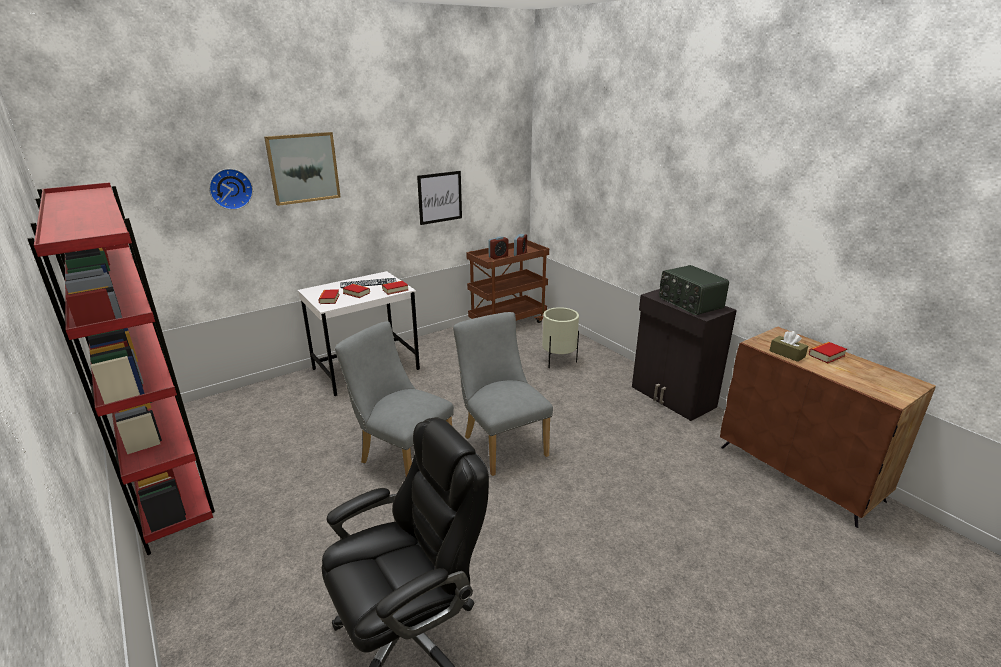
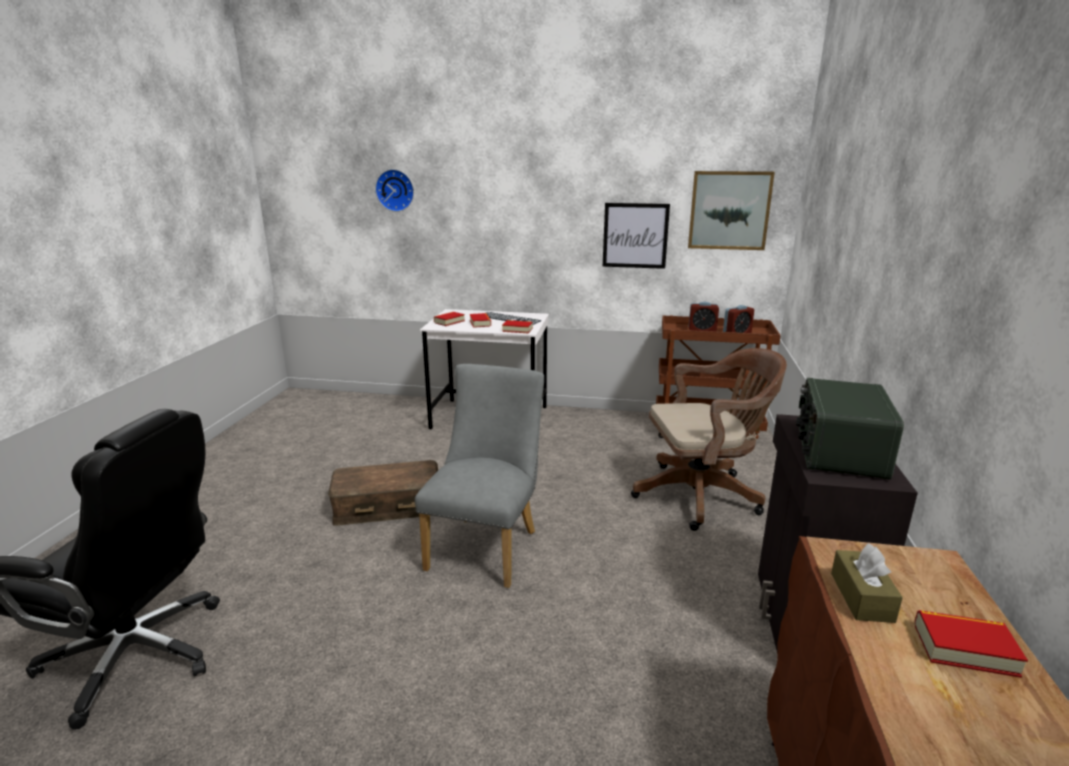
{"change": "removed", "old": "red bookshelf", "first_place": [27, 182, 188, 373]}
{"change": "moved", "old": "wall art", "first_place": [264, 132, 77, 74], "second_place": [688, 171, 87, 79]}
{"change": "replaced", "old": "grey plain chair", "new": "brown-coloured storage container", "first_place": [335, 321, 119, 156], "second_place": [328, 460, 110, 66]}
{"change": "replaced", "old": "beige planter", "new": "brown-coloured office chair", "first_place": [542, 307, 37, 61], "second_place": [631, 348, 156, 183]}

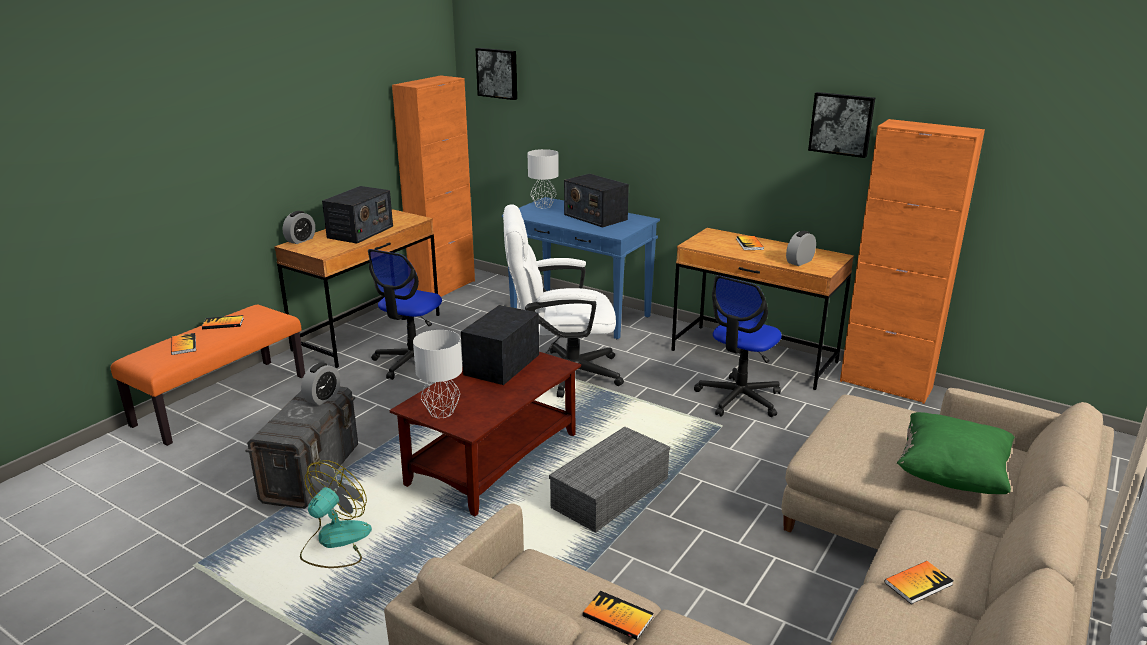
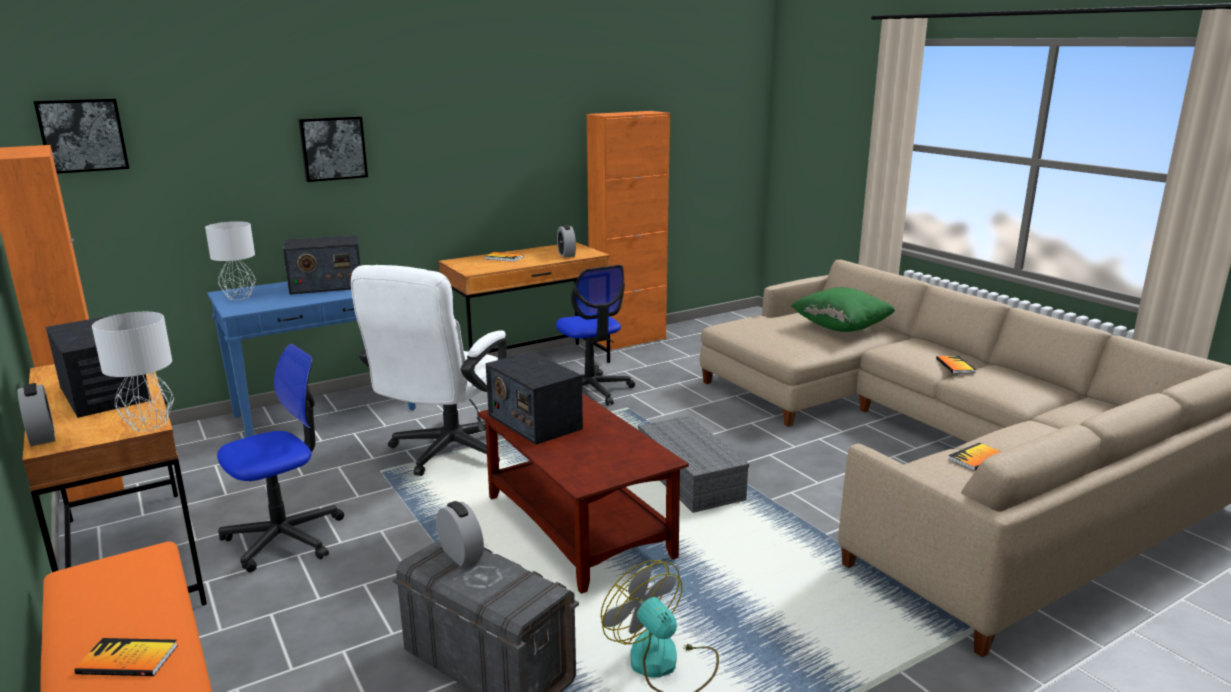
{"change": "removed", "old": "volume", "first_place": [202, 315, 42, 14]}
{"change": "moved", "old": "grey table lamp", "first_place": [413, 330, 49, 88], "second_place": [92, 312, 82, 119]}
{"change": "moved", "old": "wall art", "first_place": [808, 92, 67, 66], "second_place": [298, 116, 70, 66]}
{"change": "turned", "old": "office chair", "first_place": [368, 249, 74, 131], "second_place": [217, 344, 127, 228], "degrees": -90}

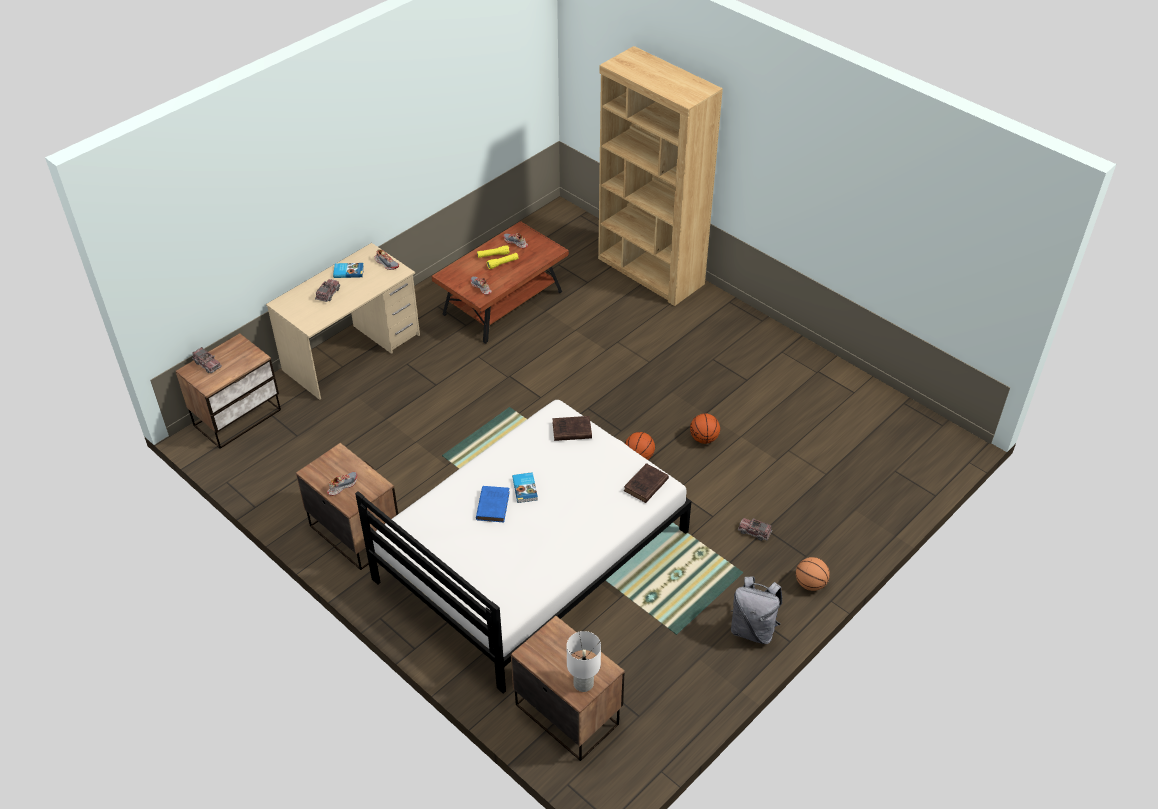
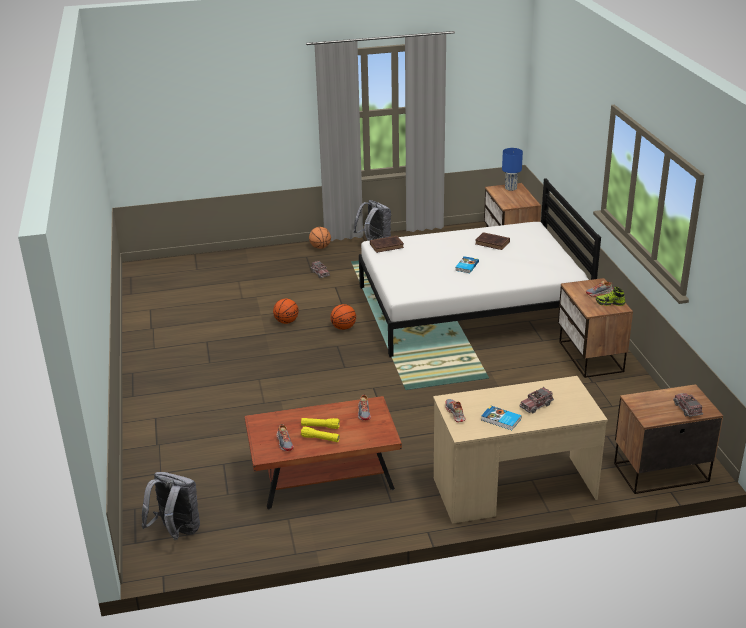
{"change": "removed", "old": "blue-coloured volume", "first_place": [476, 486, 34, 36]}
{"change": "removed", "old": "brown-coloured bookshelf", "first_place": [598, 46, 125, 260]}
{"change": "added", "new": "grey knapsack", "second_place": [141, 472, 59, 68]}
{"change": "added", "new": "shoe", "second_place": [596, 287, 29, 19]}
{"change": "moved", "old": "brown-coloured volume", "first_place": [552, 416, 40, 25], "second_place": [475, 232, 35, 18]}
{"change": "recoloured", "old": "white table lamp", "new": "blue-coloured table lamp", "first_place": [567, 631, 34, 61], "second_place": [502, 148, 21, 43]}

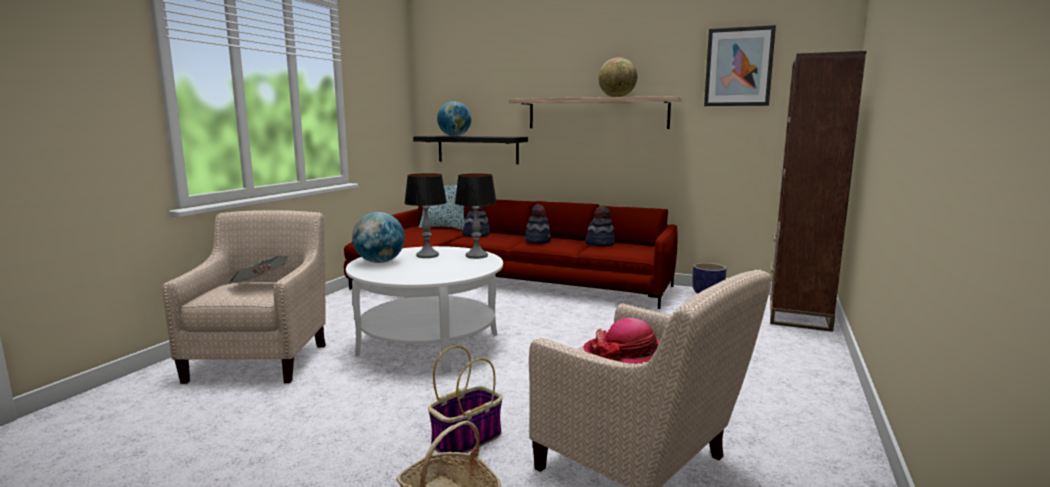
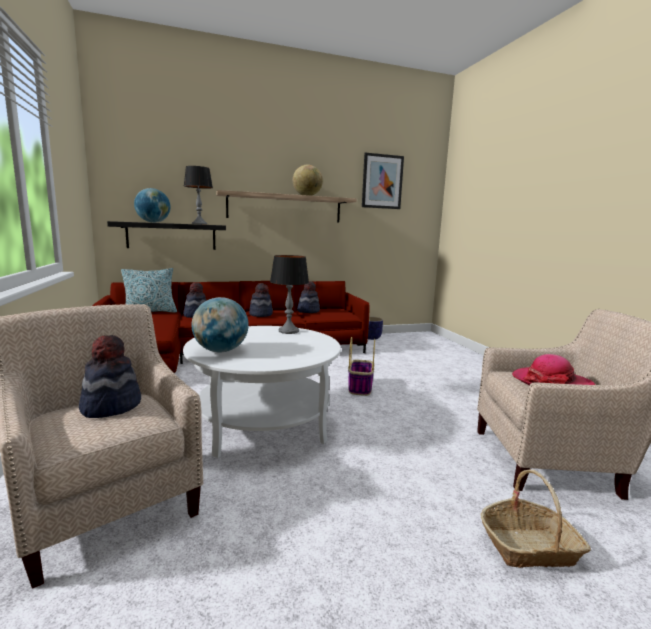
{"change": "removed", "old": "brown-coloured bookshelf", "first_place": [770, 51, 97, 281]}
{"change": "moved", "old": "table lamp", "first_place": [404, 173, 43, 85], "second_place": [184, 166, 29, 59]}
{"change": "moved", "old": "household basket", "first_place": [428, 346, 75, 112], "second_place": [348, 337, 27, 59]}
{"change": "replaced", "old": "newspaper", "new": "hat", "first_place": [229, 256, 59, 27], "second_place": [79, 335, 62, 83]}

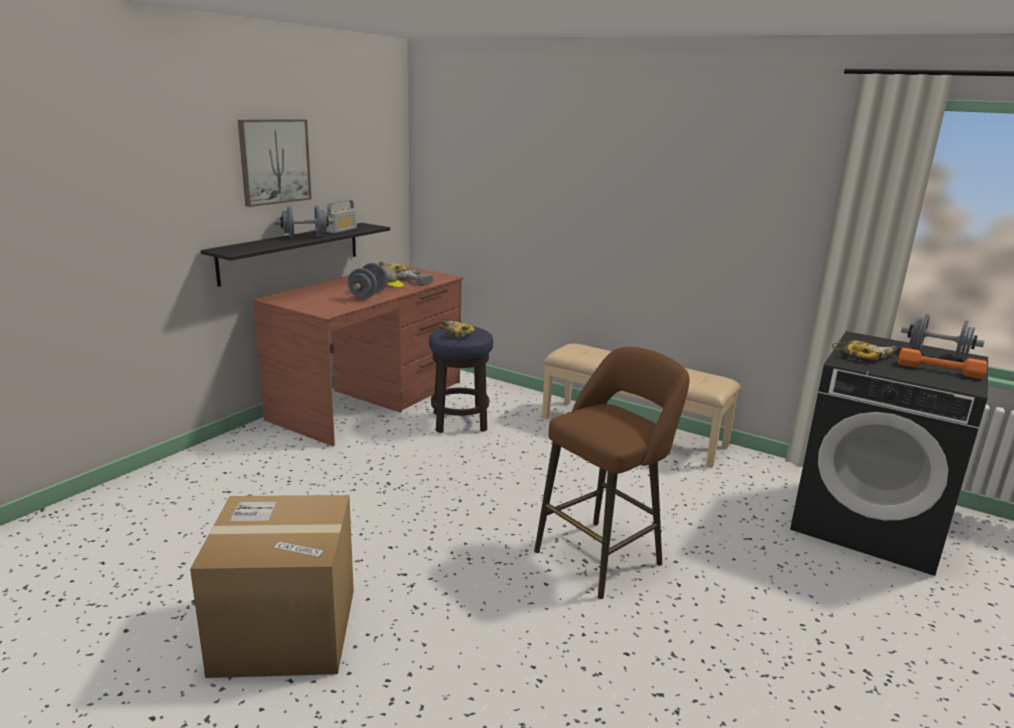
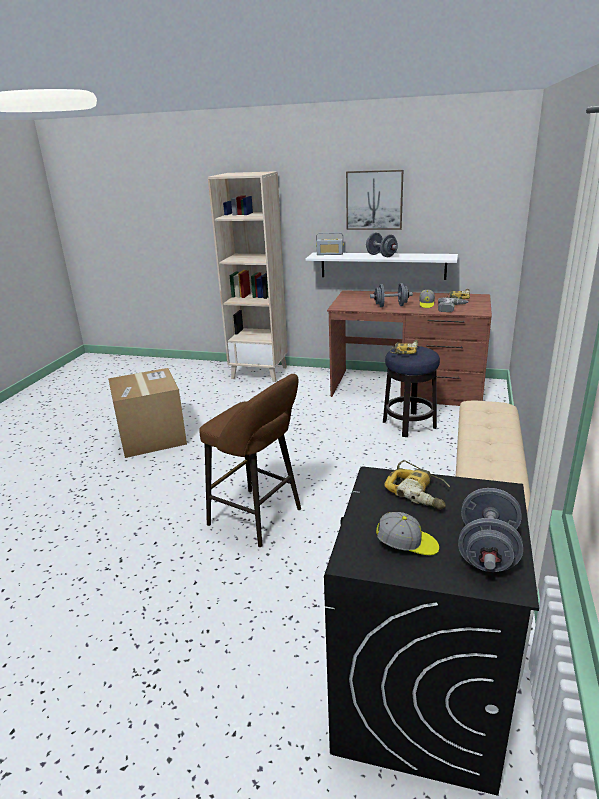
{"change": "added", "new": "beige bookshelf", "second_place": [208, 171, 80, 211]}
{"change": "moved", "old": "radio receiver", "first_place": [325, 200, 32, 33], "second_place": [316, 232, 28, 23]}
{"change": "replaced", "old": "orange-coloured dumbbell", "new": "baseball cap", "first_place": [898, 348, 90, 31], "second_place": [376, 512, 63, 44]}
{"change": "recoloured", "old": "black-coloured bracket shelf", "new": "white bracket shelf", "first_place": [200, 223, 190, 64], "second_place": [306, 253, 152, 27]}

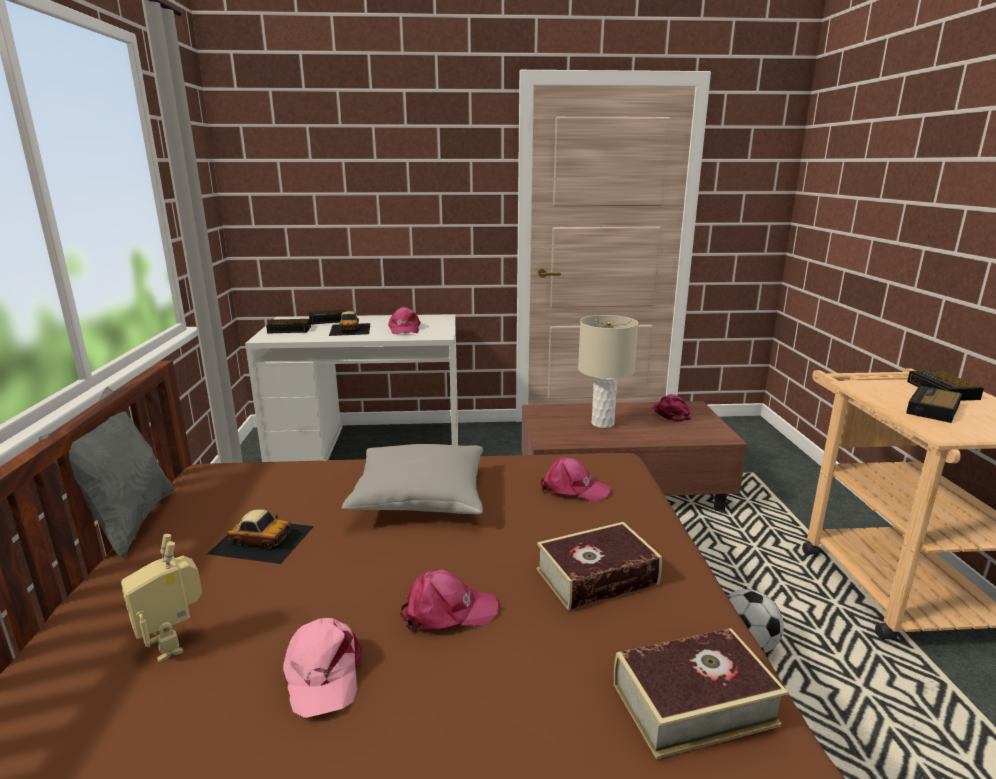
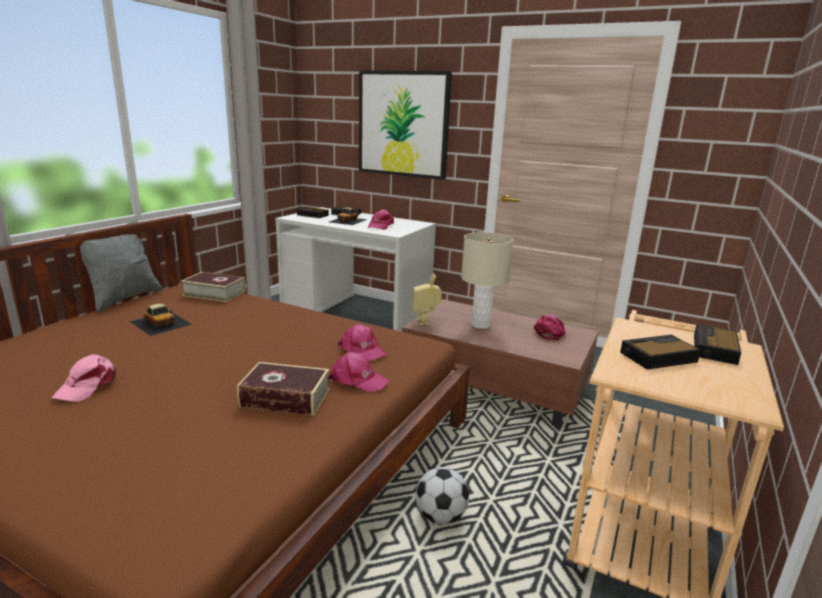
{"change": "removed", "old": "grey cushion", "first_place": [342, 444, 141, 70]}
{"change": "added", "new": "wall art", "second_place": [359, 70, 93, 110]}
{"change": "moved", "old": "model robot", "first_place": [121, 534, 81, 128], "second_place": [413, 273, 29, 52]}
{"change": "moved", "old": "pinkish baseball cap", "first_place": [400, 569, 99, 63], "second_place": [328, 352, 61, 40]}
{"change": "moved", "old": "volume", "first_place": [614, 628, 174, 131], "second_place": [181, 272, 65, 30]}

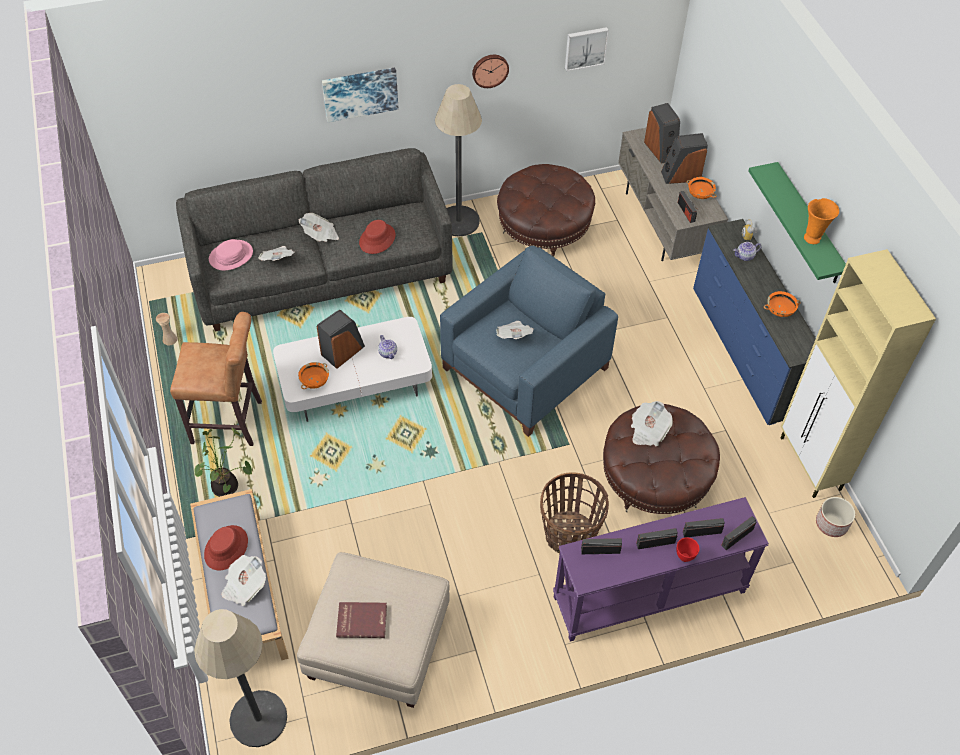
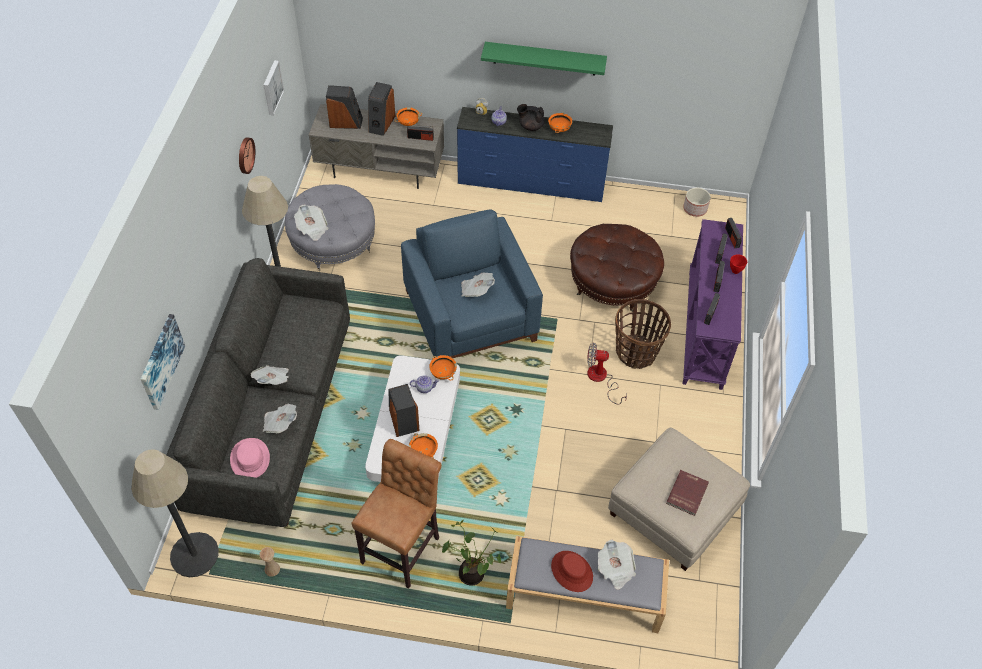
{"change": "removed", "old": "red hat", "first_place": [359, 220, 36, 34]}
{"change": "removed", "old": "beige cupboard", "first_place": [780, 249, 156, 249]}
{"change": "removed", "old": "orange-coloured vase", "first_place": [804, 198, 35, 46]}
{"change": "added", "new": "orange-coloured deep dish", "second_place": [429, 355, 28, 25]}
{"change": "added", "new": "black-coloured tea pot", "second_place": [517, 104, 28, 27]}
{"change": "added", "new": "fan", "second_place": [587, 343, 40, 62]}
{"change": "moved", "old": "standing lamp", "first_place": [194, 609, 93, 138], "second_place": [131, 449, 88, 128]}
{"change": "moved", "old": "wall art", "first_place": [322, 68, 76, 54], "second_place": [141, 314, 44, 96]}
{"change": "moved", "old": "newspaper", "first_place": [631, 401, 42, 45], "second_place": [294, 204, 35, 37]}
{"change": "recoloured", "old": "brown-coloured ottoman", "new": "grey ottoman", "first_place": [497, 164, 98, 93], "second_place": [285, 184, 90, 87]}

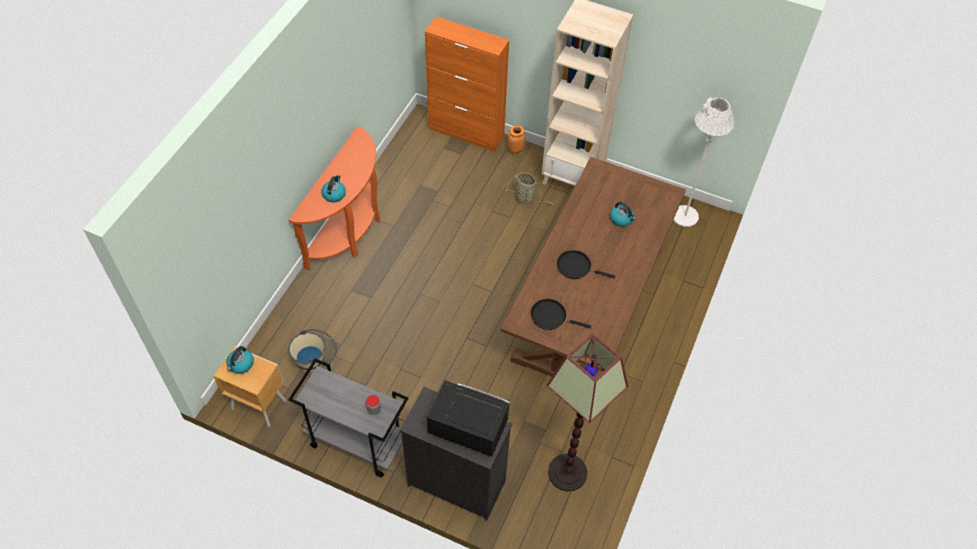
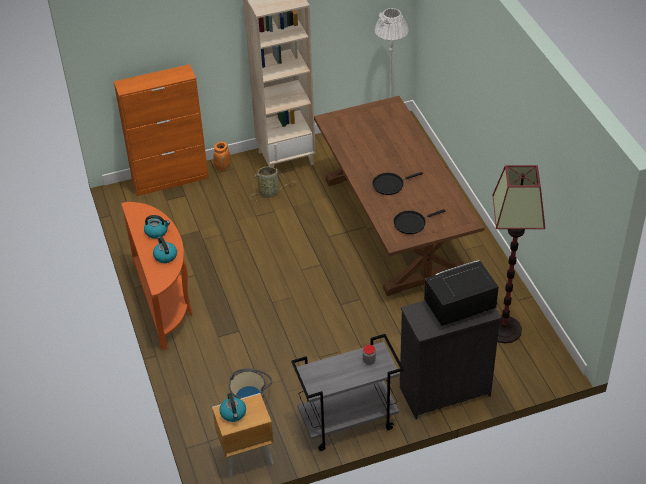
{"change": "moved", "old": "kettle", "first_place": [610, 202, 26, 25], "second_place": [144, 215, 26, 24]}

